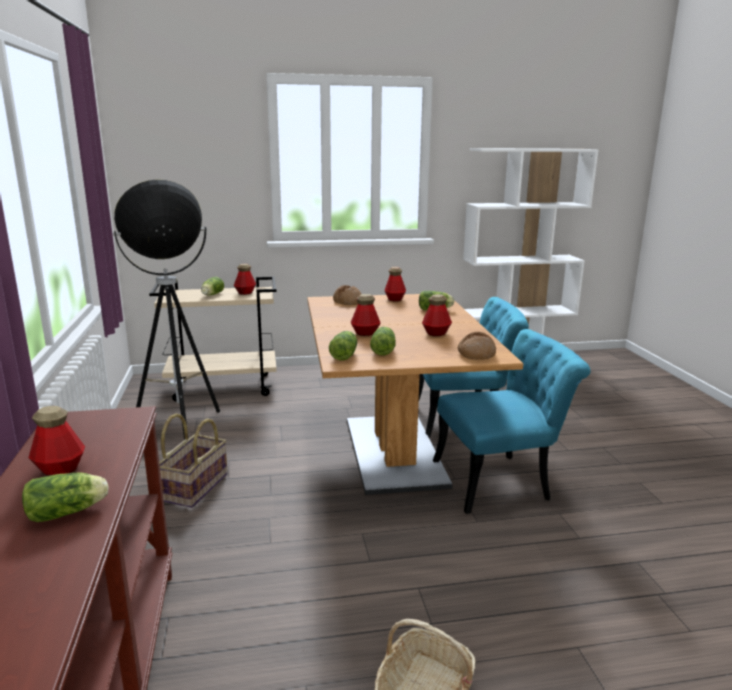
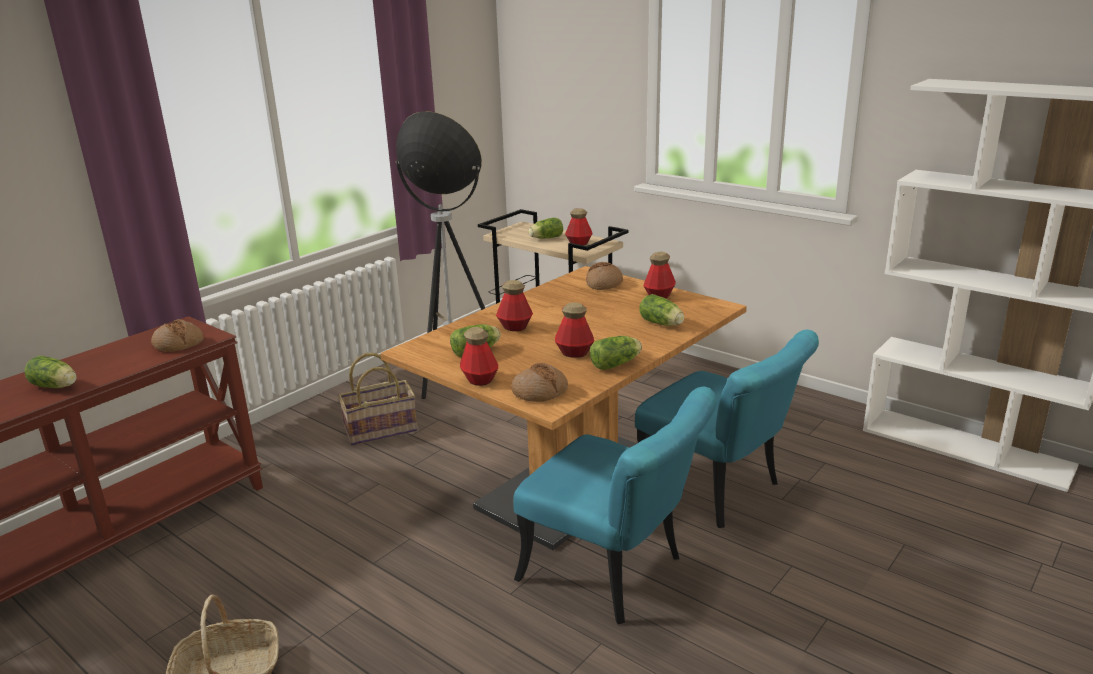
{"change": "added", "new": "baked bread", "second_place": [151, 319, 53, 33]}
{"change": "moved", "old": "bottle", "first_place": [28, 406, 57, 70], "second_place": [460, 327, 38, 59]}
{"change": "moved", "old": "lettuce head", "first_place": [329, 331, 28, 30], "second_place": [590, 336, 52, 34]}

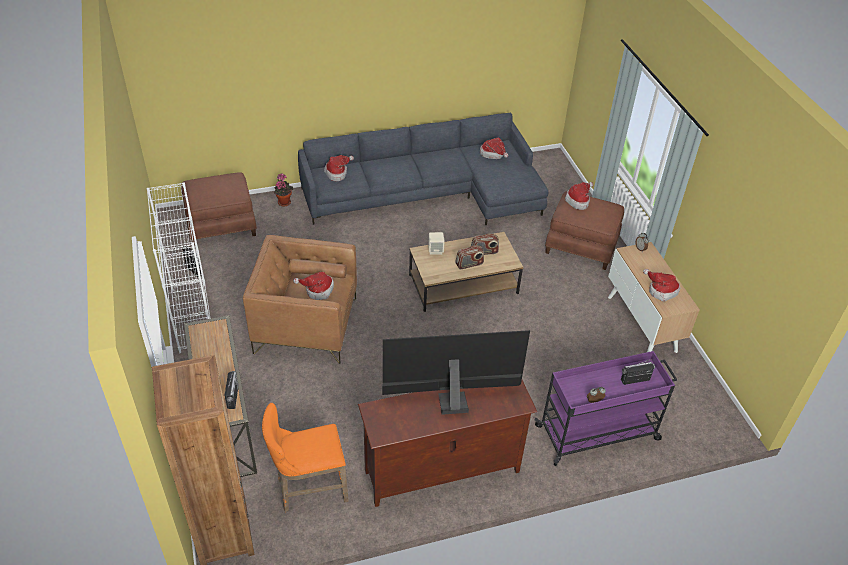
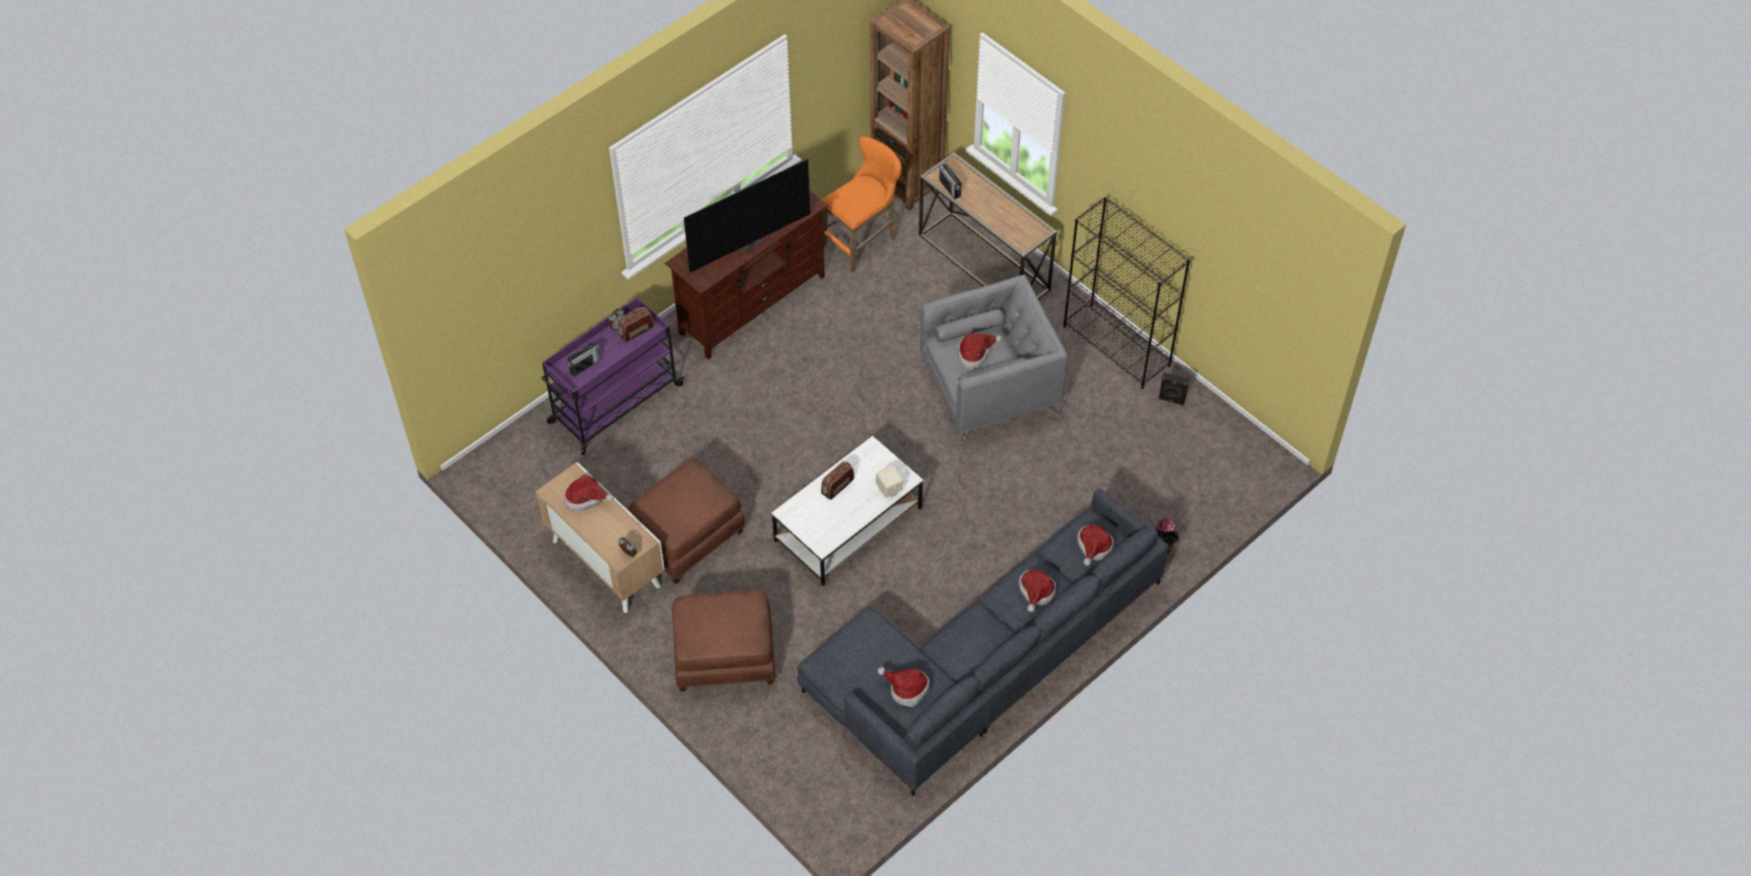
{"change": "moved", "old": "brown-coloured ottoman", "first_place": [181, 172, 76, 73], "second_place": [628, 459, 117, 125]}
{"change": "moved", "old": "radio receiver", "first_place": [471, 233, 28, 22], "second_place": [618, 307, 36, 35]}
{"change": "moved", "old": "hat", "first_place": [565, 182, 28, 28], "second_place": [1019, 569, 37, 43]}
{"change": "recoloured", "old": "white bookshelf", "new": "black-coloured bookshelf", "first_place": [147, 182, 64, 172], "second_place": [1063, 196, 127, 193]}
{"change": "recoloured", "old": "brown-coloured easy chair", "new": "grey easy chair", "first_place": [243, 235, 114, 129], "second_place": [920, 275, 148, 170]}
{"change": "recoloured", "old": "brown-coloured coffee table", "new": "white coffee table", "first_place": [409, 232, 114, 80], "second_place": [771, 436, 152, 150]}

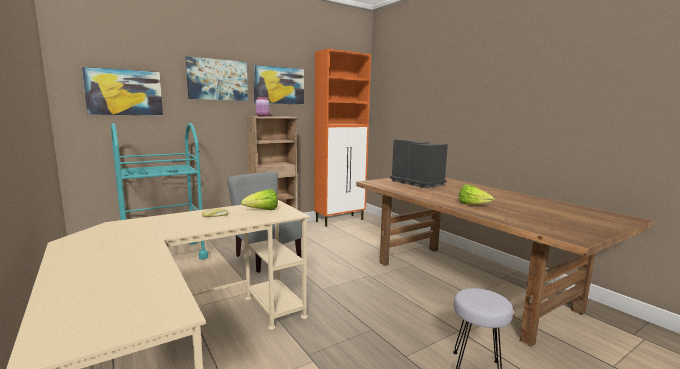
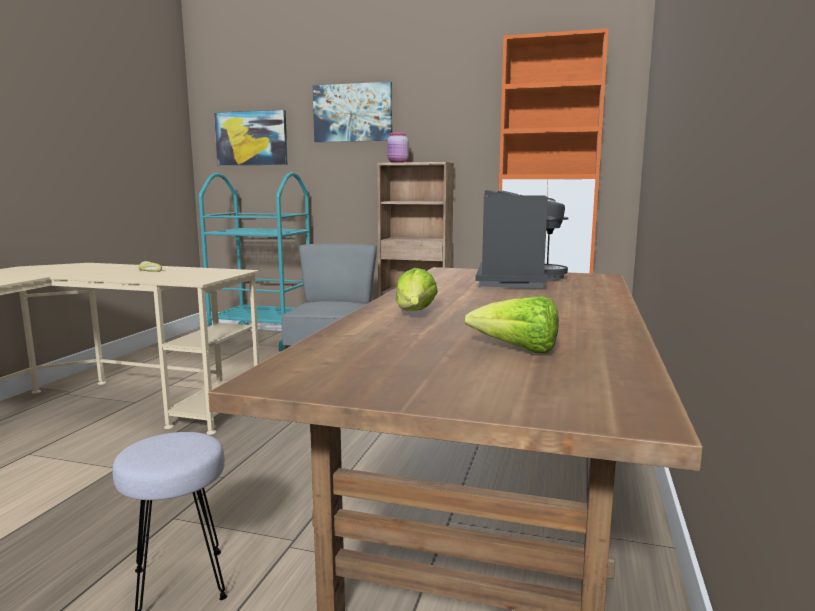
{"change": "removed", "old": "wall art", "first_place": [253, 65, 51, 40]}
{"change": "moved", "old": "lettuce head", "first_place": [241, 189, 37, 21], "second_place": [465, 296, 94, 58]}

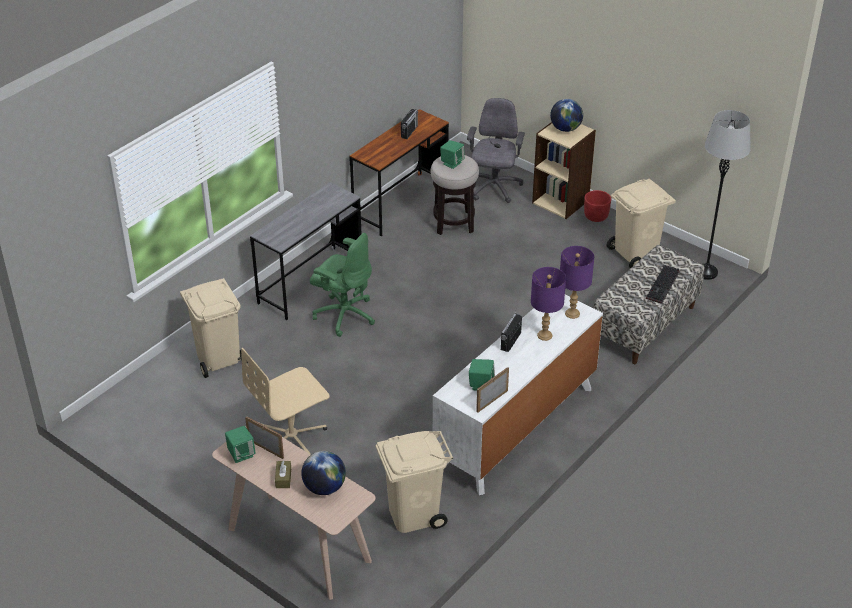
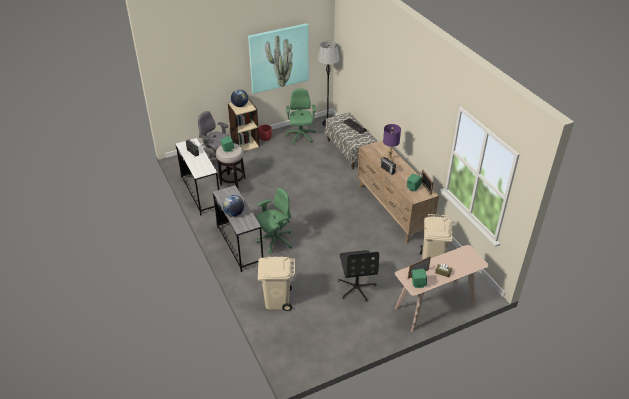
{"change": "removed", "old": "purplish table lamp", "first_place": [560, 246, 34, 73]}
{"change": "added", "new": "wall art", "second_place": [248, 23, 61, 71]}
{"change": "moved", "old": "globe", "first_place": [301, 451, 45, 44], "second_place": [223, 195, 21, 22]}
{"change": "replaced", "old": "beige trash can", "new": "green office chair", "first_place": [607, 179, 69, 90], "second_place": [286, 88, 30, 57]}
{"change": "recoloured", "old": "beige office chair", "new": "black-coloured office chair", "first_place": [241, 348, 89, 106], "second_place": [338, 250, 41, 52]}
{"change": "recoloured", "old": "brown-coloured desk table", "new": "white desk table", "first_place": [349, 109, 100, 127], "second_place": [176, 138, 43, 78]}
{"change": "recoloured", "old": "white dresser", "new": "brown-coloured dresser", "first_place": [433, 295, 170, 200], "second_place": [358, 140, 81, 104]}

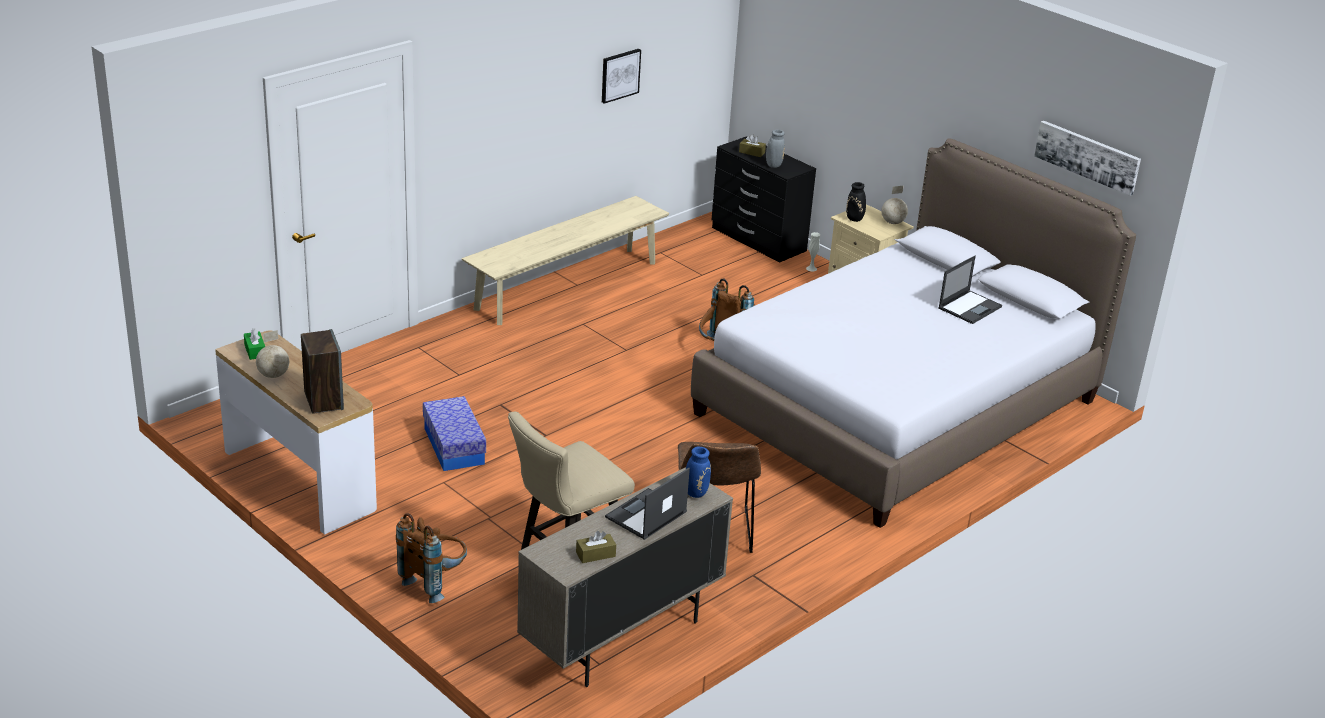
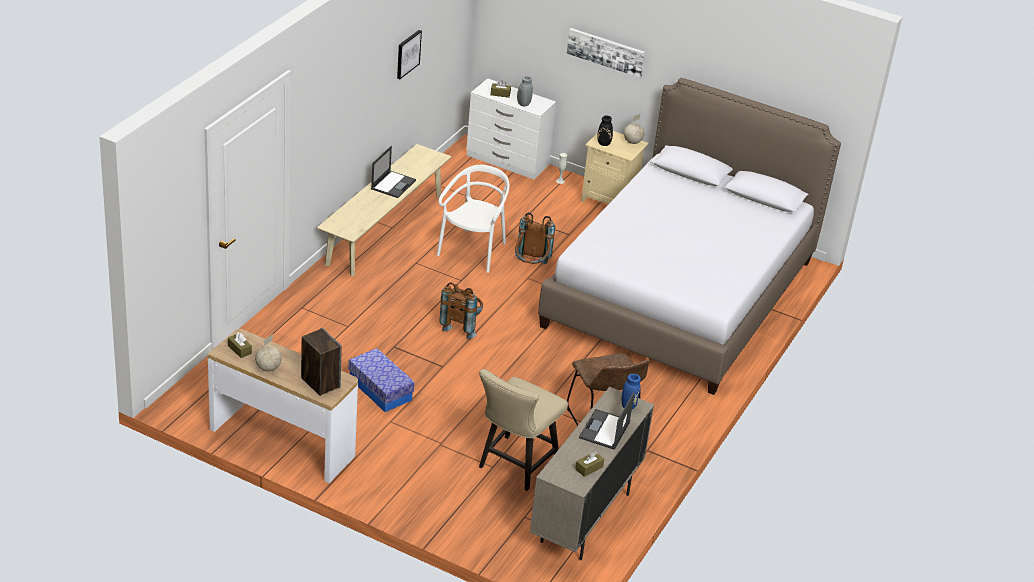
{"change": "added", "new": "white plain chair", "second_place": [437, 165, 72, 108]}
{"change": "moved", "old": "brown-coloured knapsack", "first_place": [396, 513, 71, 90], "second_place": [439, 282, 44, 57]}
{"change": "moved", "old": "notebook computer", "first_place": [938, 256, 64, 68], "second_place": [371, 146, 45, 52]}
{"change": "moved", "old": "wall art", "first_place": [1034, 121, 107, 75], "second_place": [567, 28, 78, 50]}
{"change": "recoloured", "old": "green tissue holder", "new": "brown-coloured tissue holder", "first_place": [244, 328, 21, 32], "second_place": [228, 332, 24, 26]}
{"change": "recoloured", "old": "black-coloured dresser", "new": "white dresser", "first_place": [712, 136, 104, 126], "second_place": [466, 78, 90, 101]}

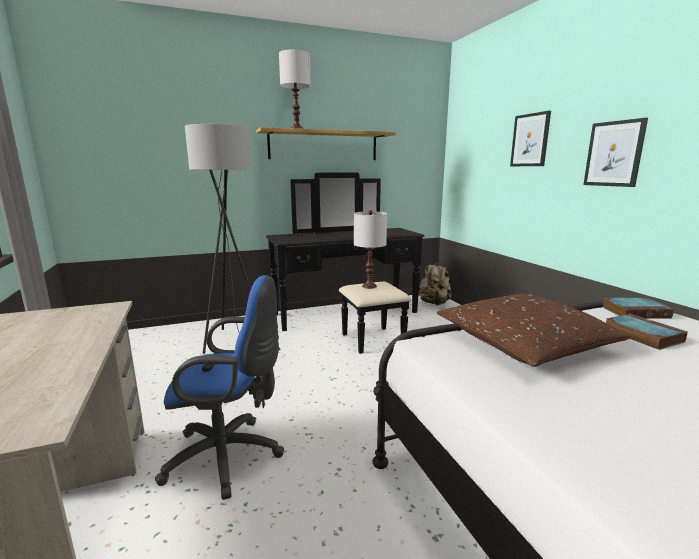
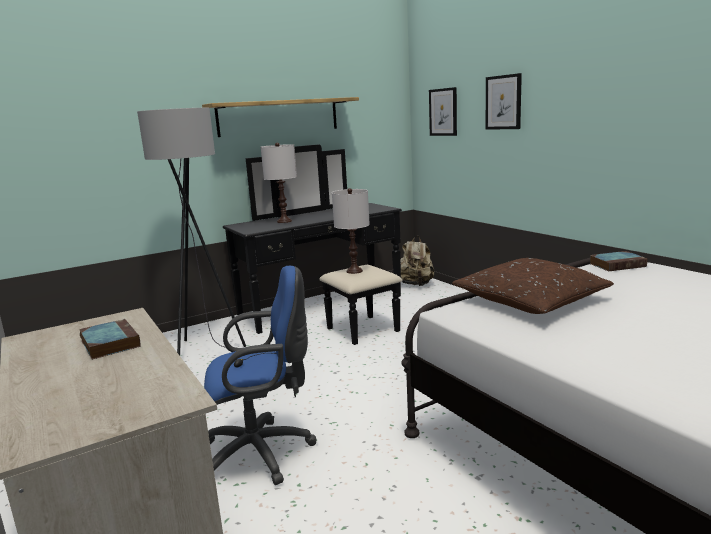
{"change": "moved", "old": "white table lamp", "first_place": [279, 49, 32, 80], "second_place": [261, 143, 36, 80]}
{"change": "moved", "old": "wall art", "first_place": [583, 118, 65, 69], "second_place": [429, 87, 28, 49]}
{"change": "moved", "old": "volume", "first_place": [606, 314, 82, 36], "second_place": [79, 319, 62, 41]}

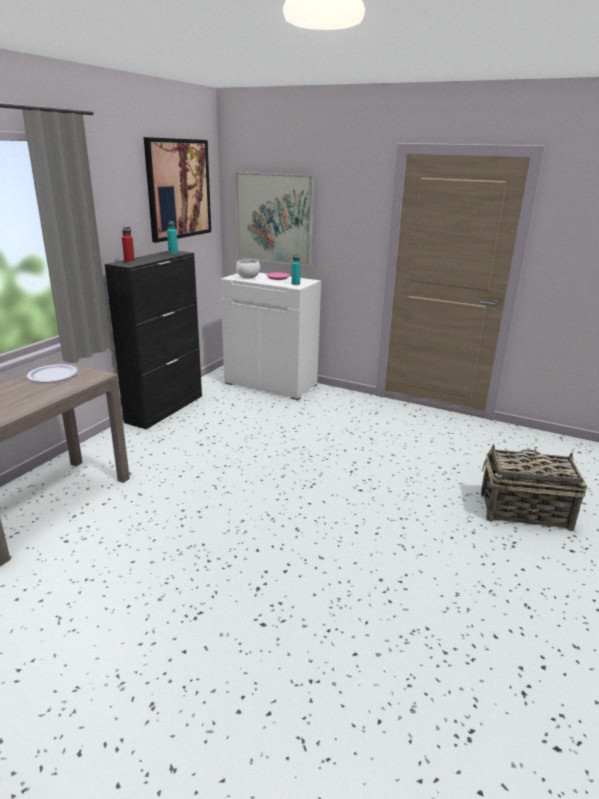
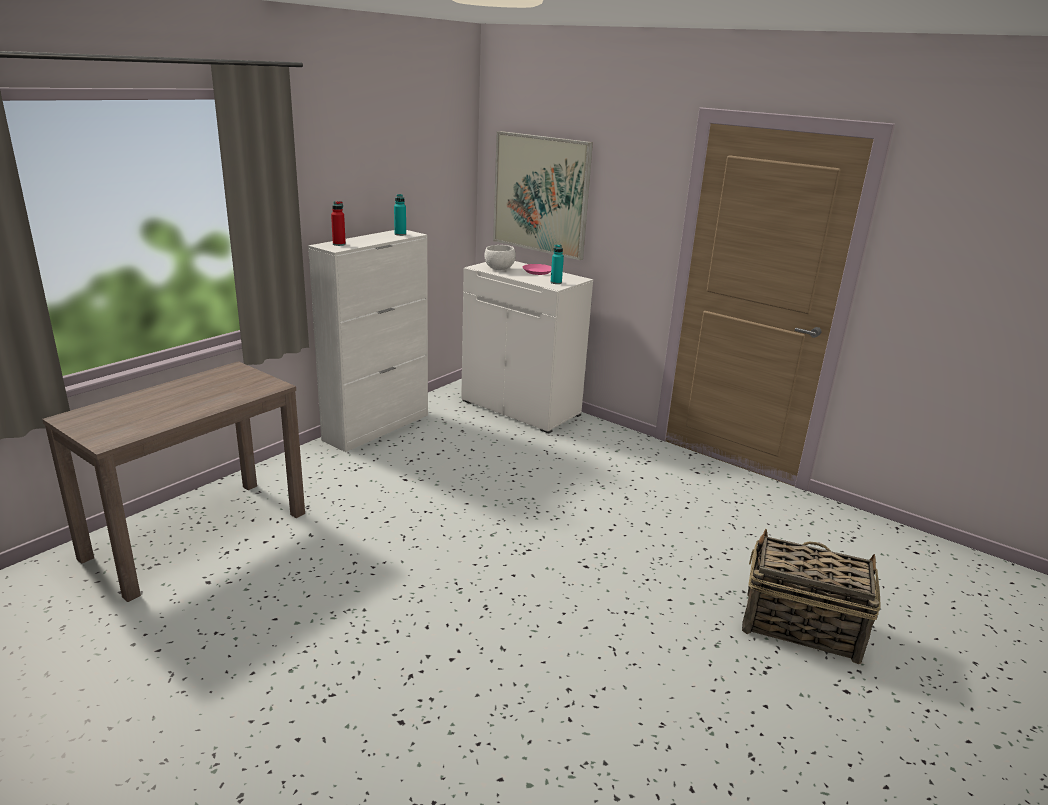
{"change": "removed", "old": "dinner plate", "first_place": [27, 364, 51, 18]}
{"change": "removed", "old": "wall art", "first_place": [144, 137, 67, 106]}
{"change": "recoloured", "old": "black-coloured cupboard", "new": "white cupboard", "first_place": [105, 251, 97, 179], "second_place": [308, 230, 120, 222]}

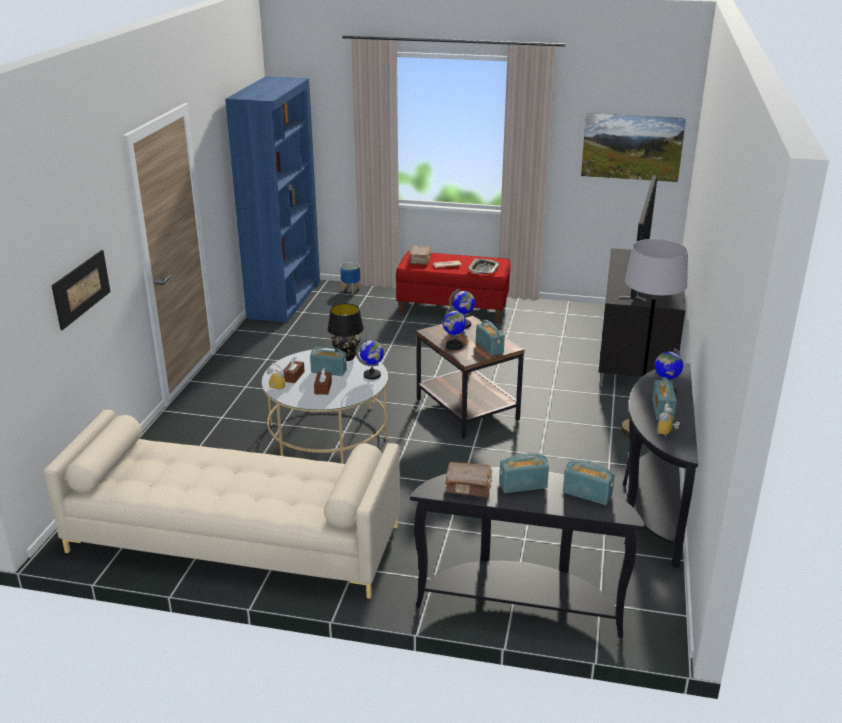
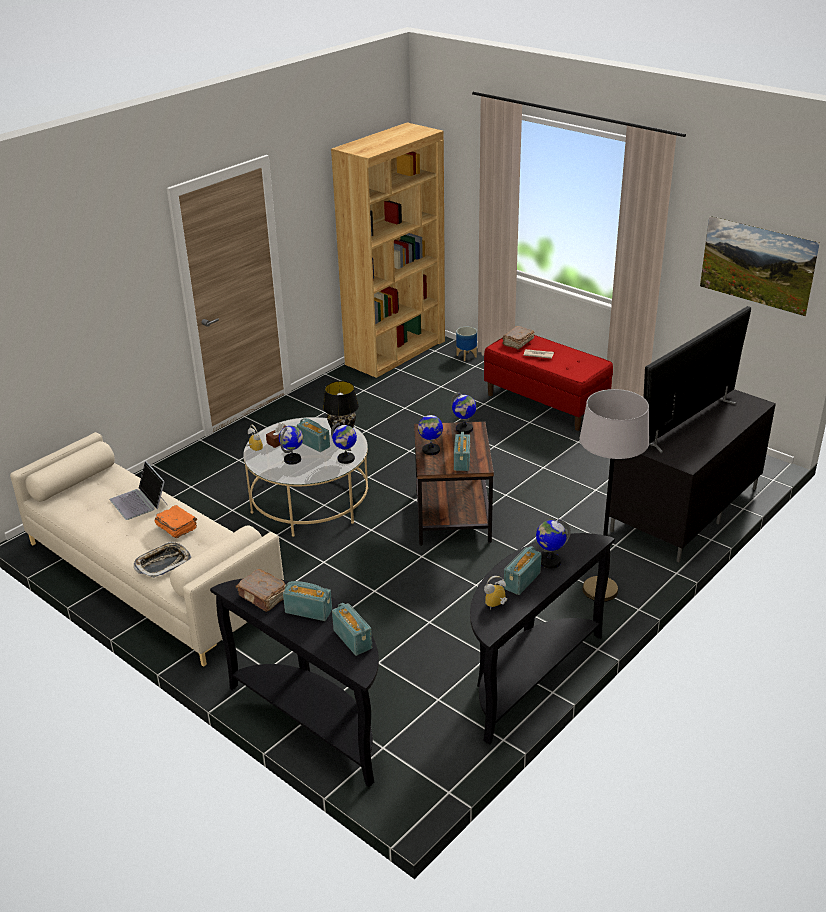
{"change": "removed", "old": "wall art", "first_place": [51, 250, 59, 80]}
{"change": "added", "new": "notebook computer", "second_place": [110, 461, 57, 59]}
{"change": "added", "new": "orange-coloured volume", "second_place": [155, 505, 42, 33]}
{"change": "moved", "old": "tray", "first_place": [468, 258, 31, 16], "second_place": [134, 541, 57, 37]}
{"change": "replaced", "old": "brown-coloured tissue holder", "new": "globe", "first_place": [314, 368, 18, 27], "second_place": [279, 426, 24, 39]}
{"change": "recoloured", "old": "blue-coloured bookshelf", "new": "brown-coloured bookshelf", "first_place": [225, 76, 95, 246], "second_place": [331, 122, 114, 256]}

